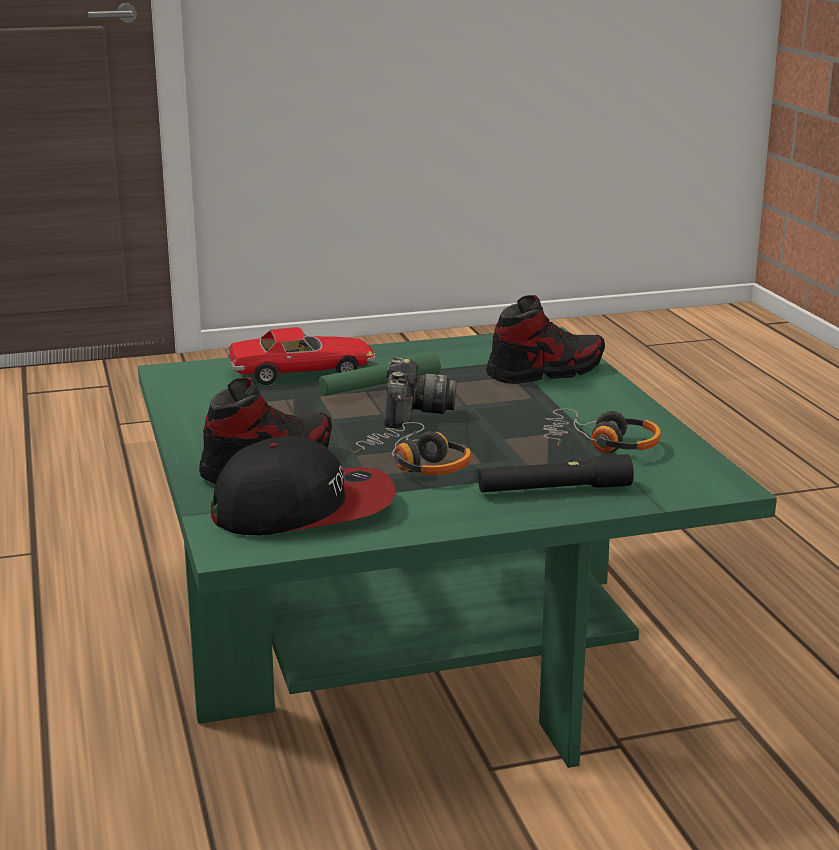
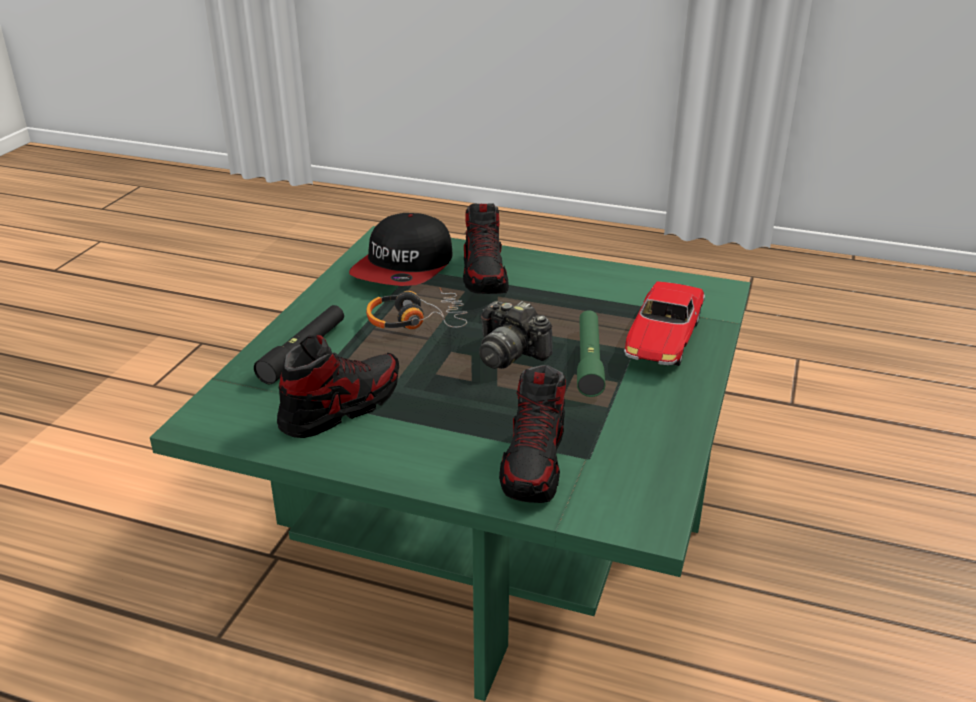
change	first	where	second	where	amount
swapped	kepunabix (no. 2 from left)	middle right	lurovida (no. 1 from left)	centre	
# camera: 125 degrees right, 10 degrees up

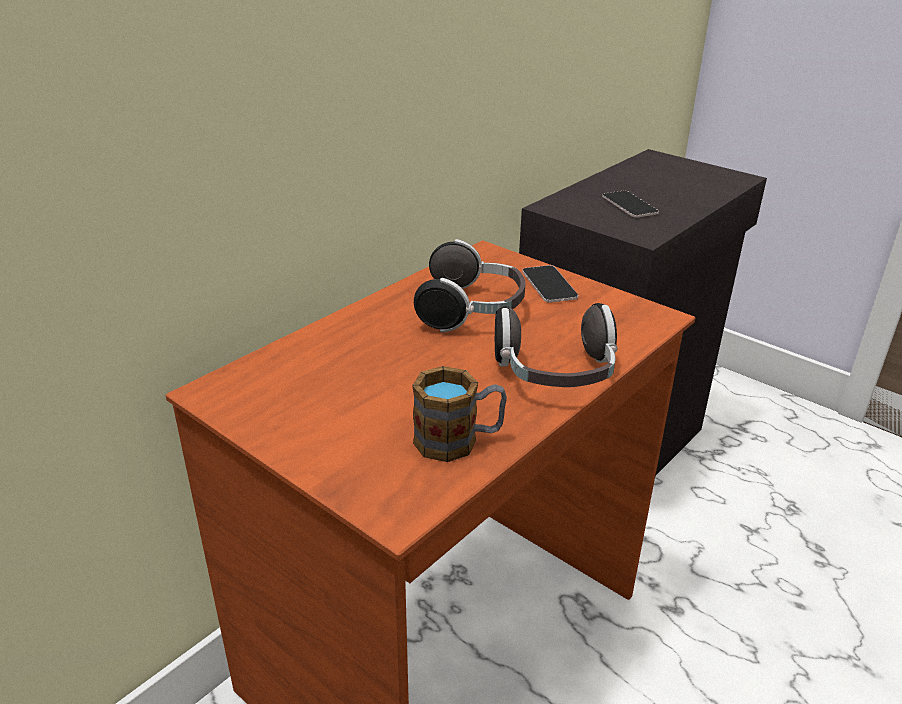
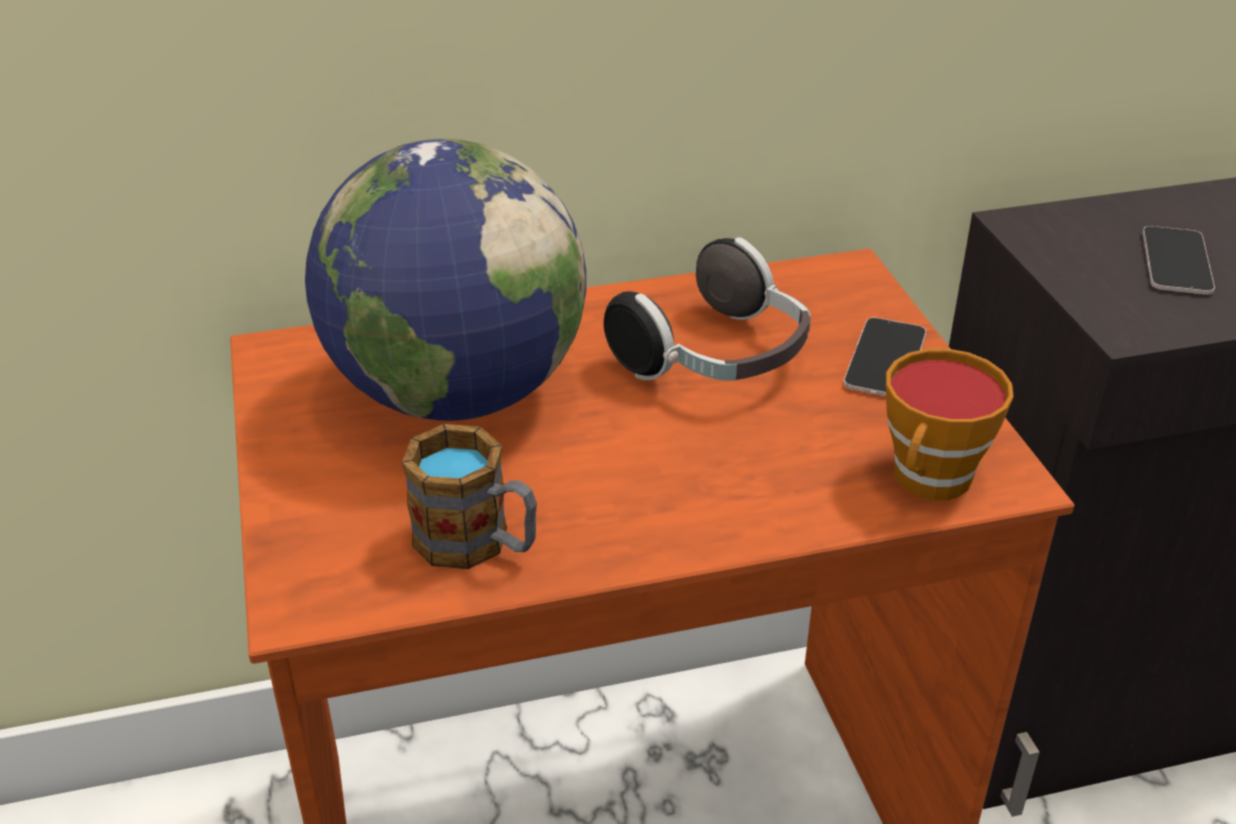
change	first	where	second	where	amount
gone	kepunabix (no. 2 from left)	centre			
new			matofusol	centre	
new			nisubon	middle right	
# camera: 35 degrees right, 5 degrees up

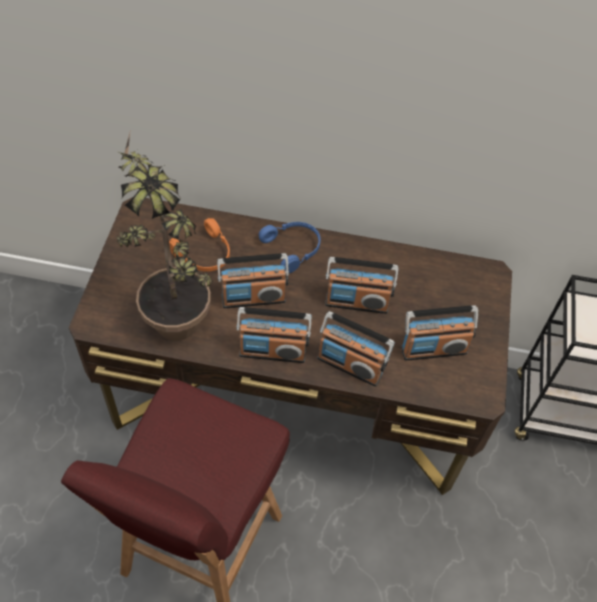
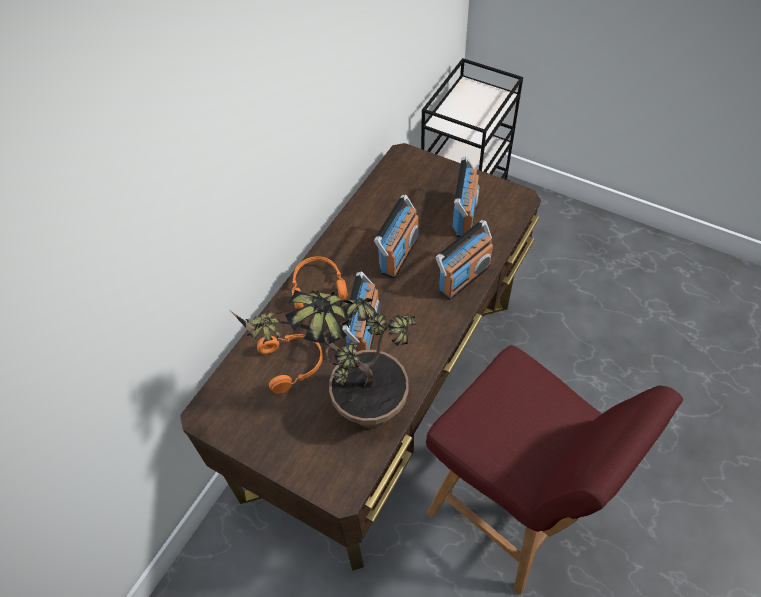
change	first	where	second	where	amount
gone	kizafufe (no. 2 from left)	centre			
repainted	blue kepunabix	centre	orange kepunabix (no. 2 from left)	centre	
# camera: 65 degrees left, 0 degrees up

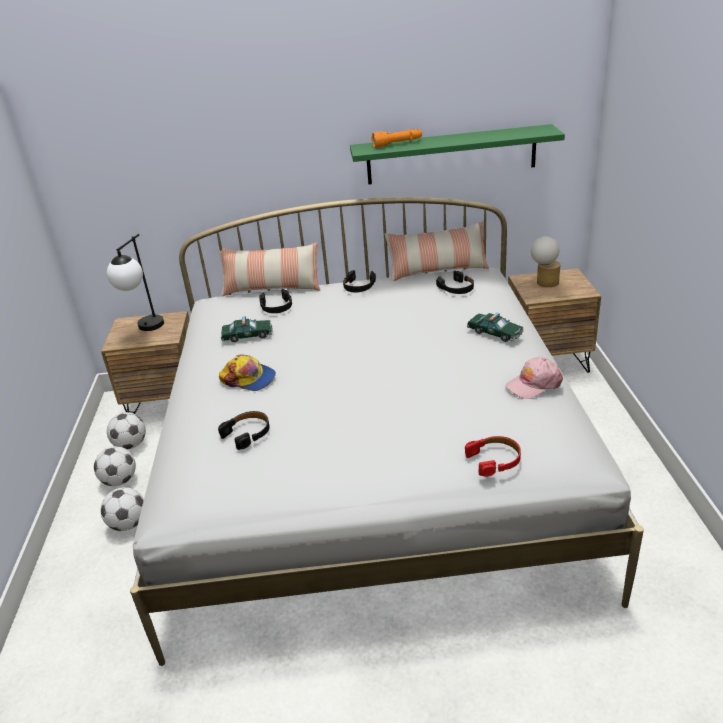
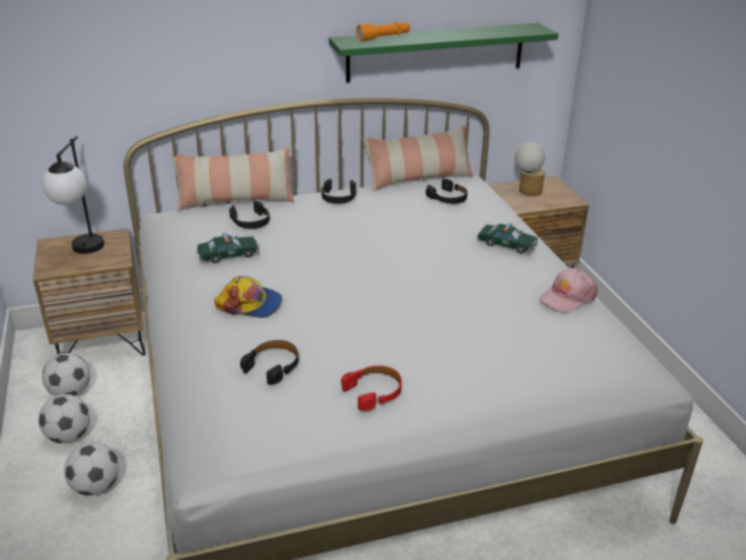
change	first	where	second	where	amount
shifted	red kepunabix	middle right		bottom centre	
# camera: 15 degrees left, 0 degrees up

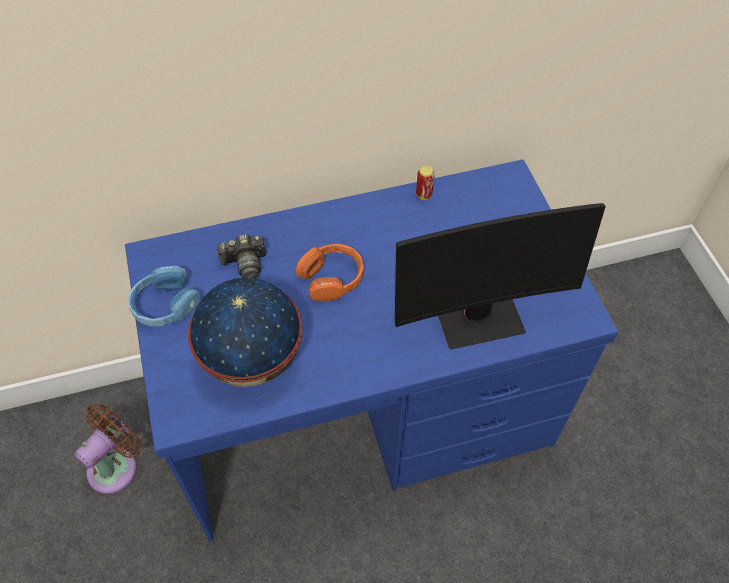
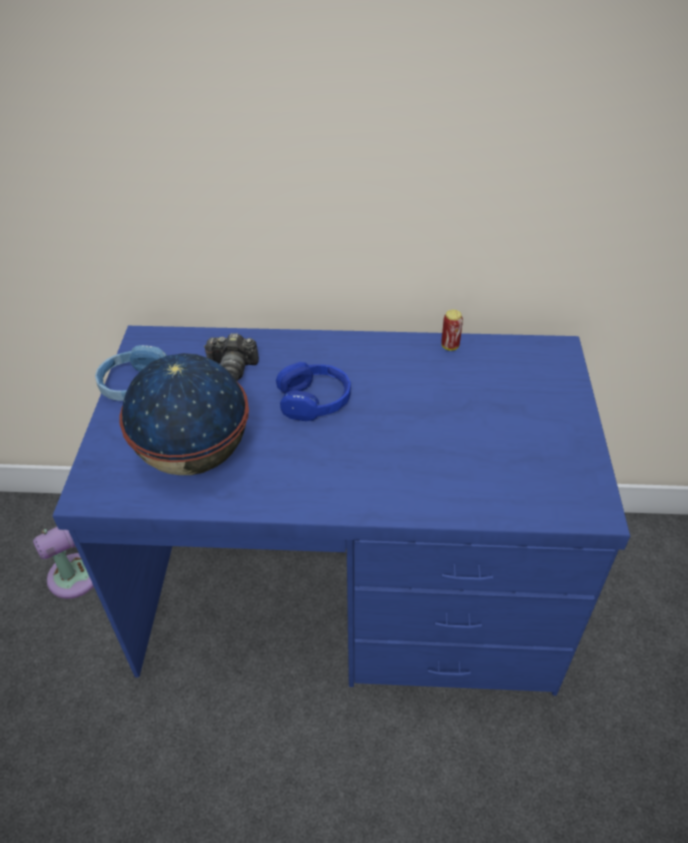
change	first	where	second	where	amount
gone	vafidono	middle right			
repainted	orange kepunabix	centre	blue kepunabix (no. 2 from left)	centre	
# camera: 20 degrees right, 10 degrees down

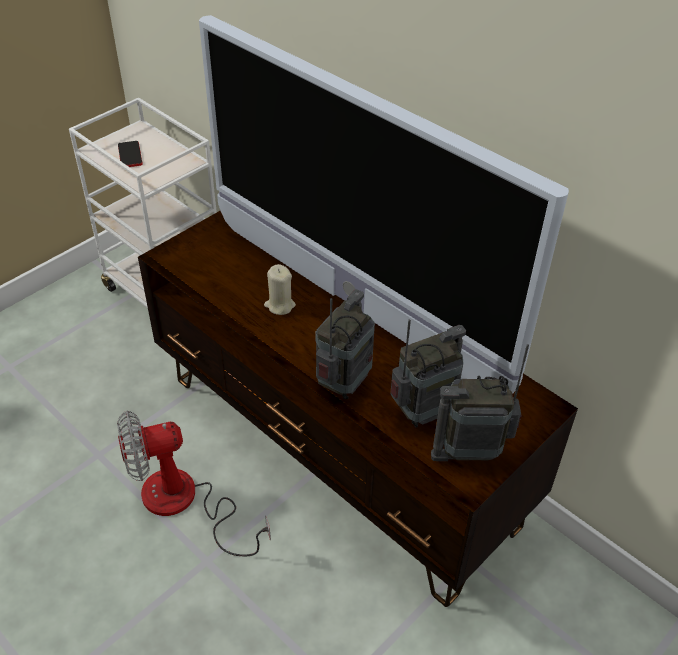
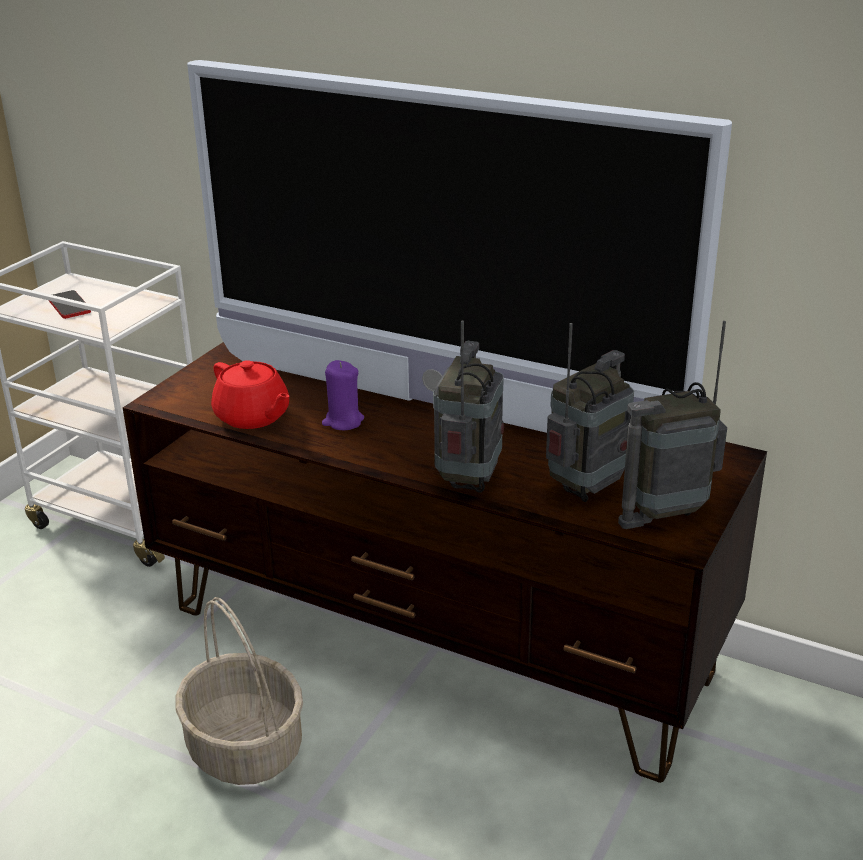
change	first	where	second	where	amount
new			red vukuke	middle left	
swapped	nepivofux	bottom left	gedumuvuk	bottom left	
repainted	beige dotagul	centre	purple dotagul	centre	
# camera: 15 degrees left, 15 degrees down

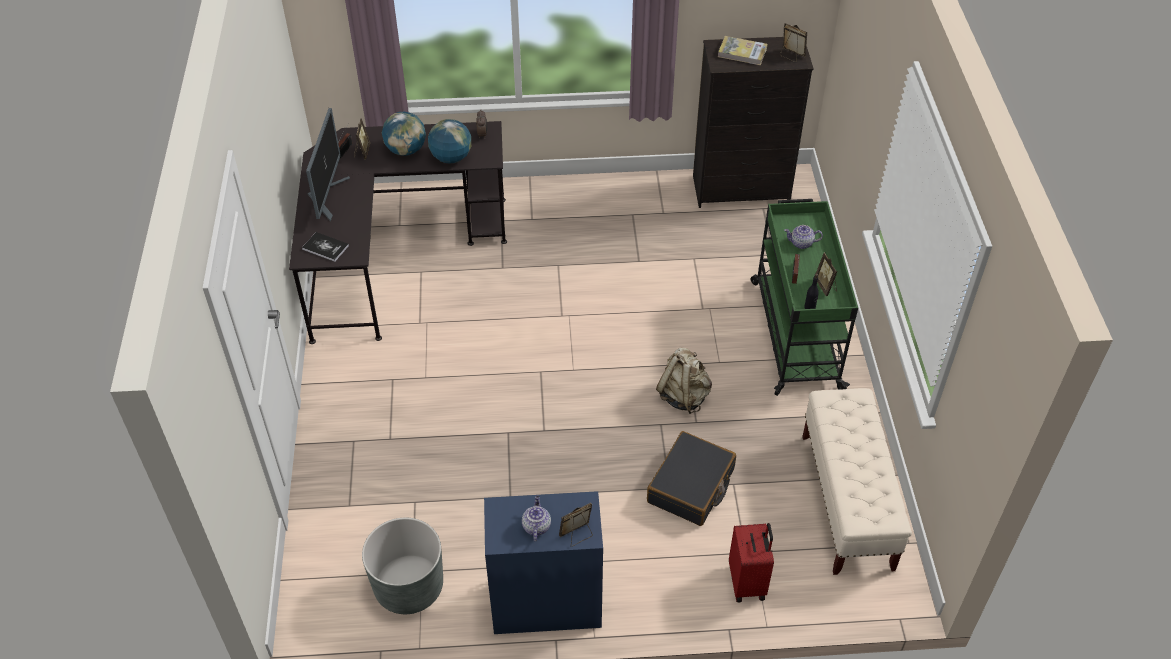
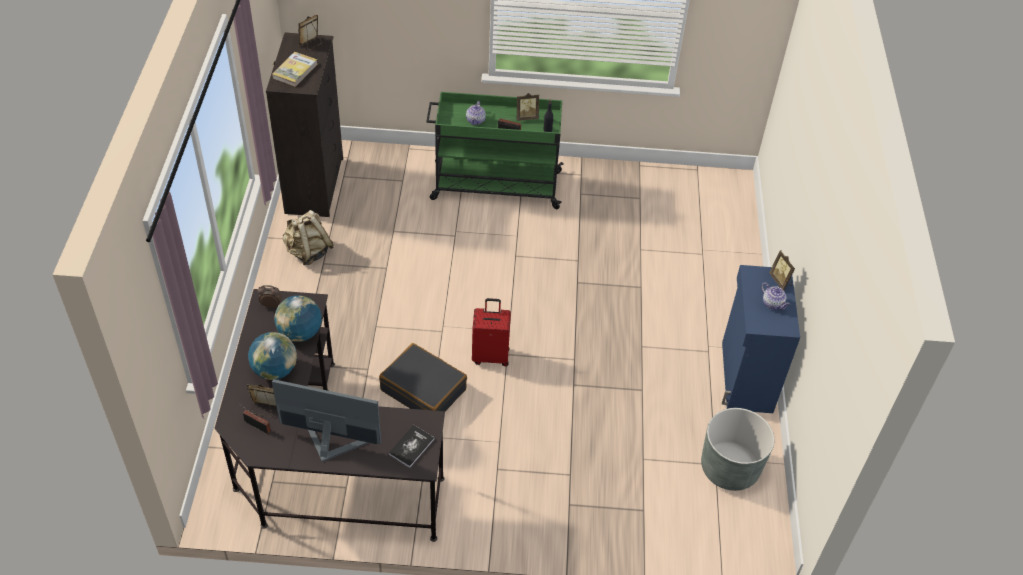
change	first	where	second	where	amount
gone	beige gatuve	bottom right			
shifted	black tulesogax	bottom centre		centre	
shifted	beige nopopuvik	centre		middle left	
shifted	red tulesogax	bottom centre		centre	
rotated	vukuke (no. 1 from left in the first image)	bottom centre	vukuke (no. 2 from left)	middle right	135 degrees counterclockwise
# camera: 85 degrees left, 0 degrees up

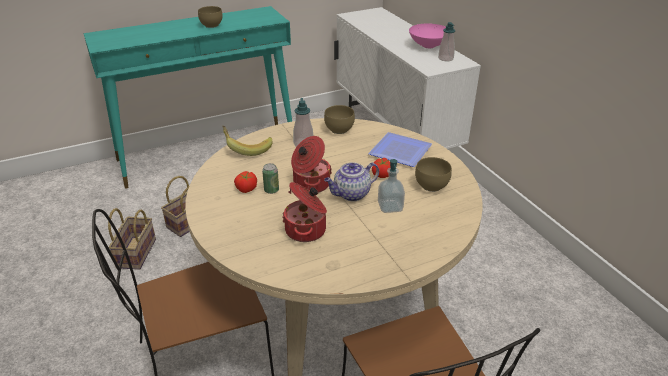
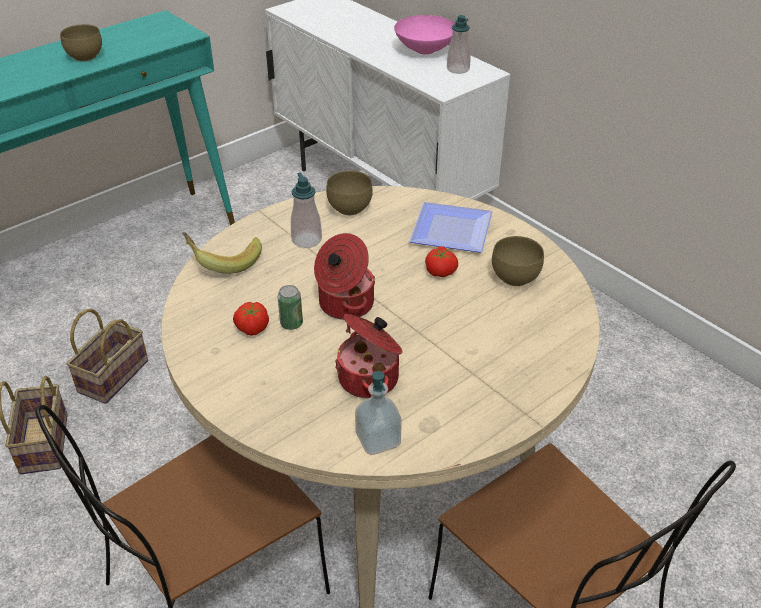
change	first	where	second	where	amount
gone	vukuke	centre			
shifted	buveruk (no. 2 from left)	centre		bottom centre	
# camera: 15 degrees left, 5 degrees up

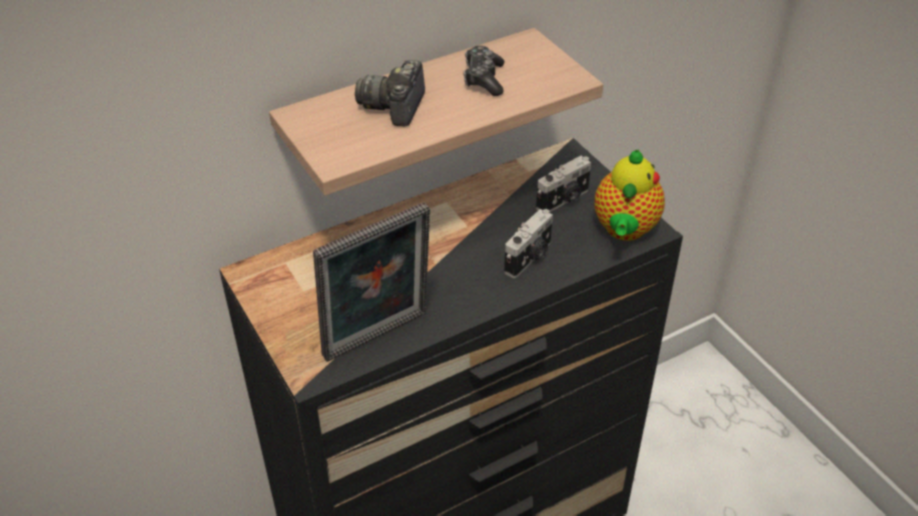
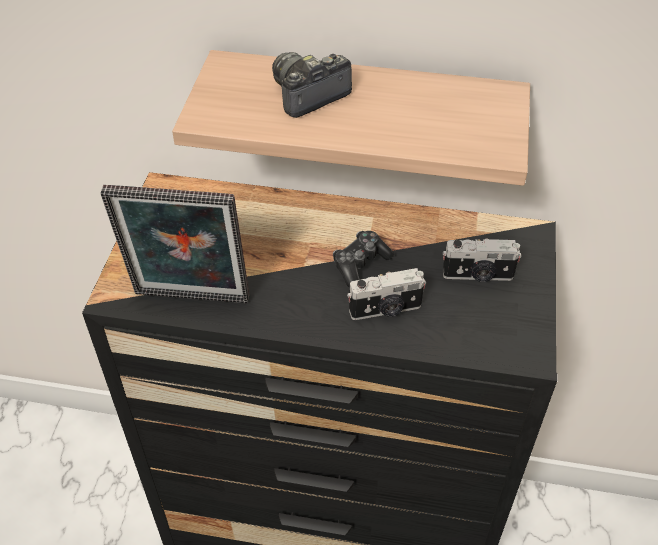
change	first	where	second	where	amount
gone	vukuke	middle right			
shifted	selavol	top centre		centre	
# camera: 40 degrees right, 5 degrees up

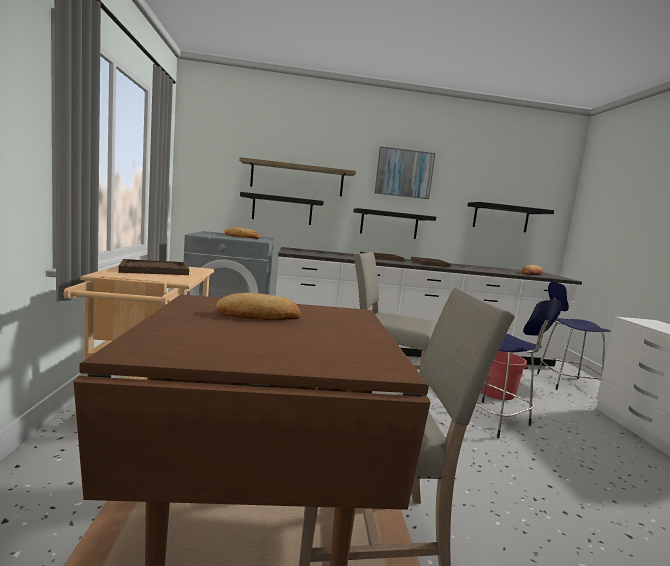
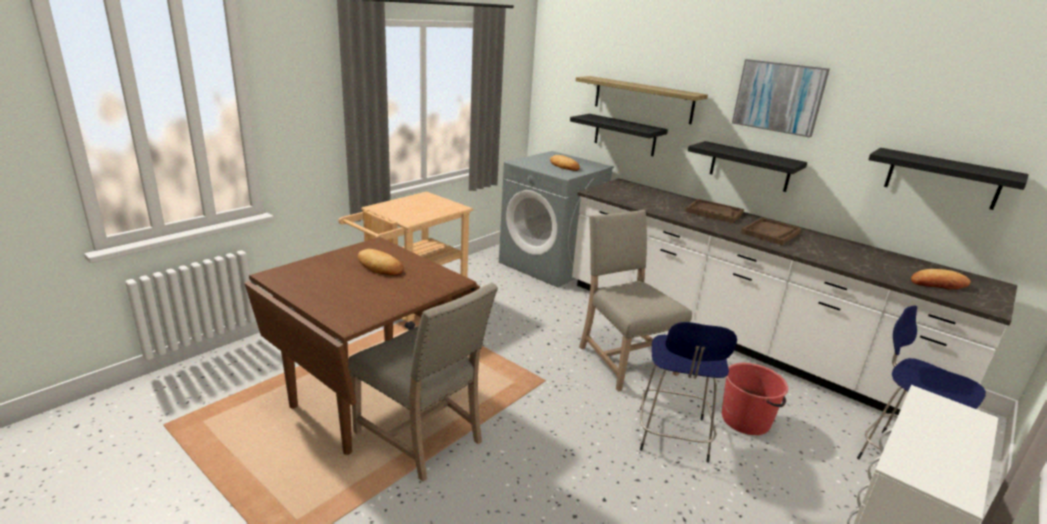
change	first	where	second	where	amount
gone	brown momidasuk (no. 1 from left)	middle left			
# camera: 45 degrees right, 15 degrees up

